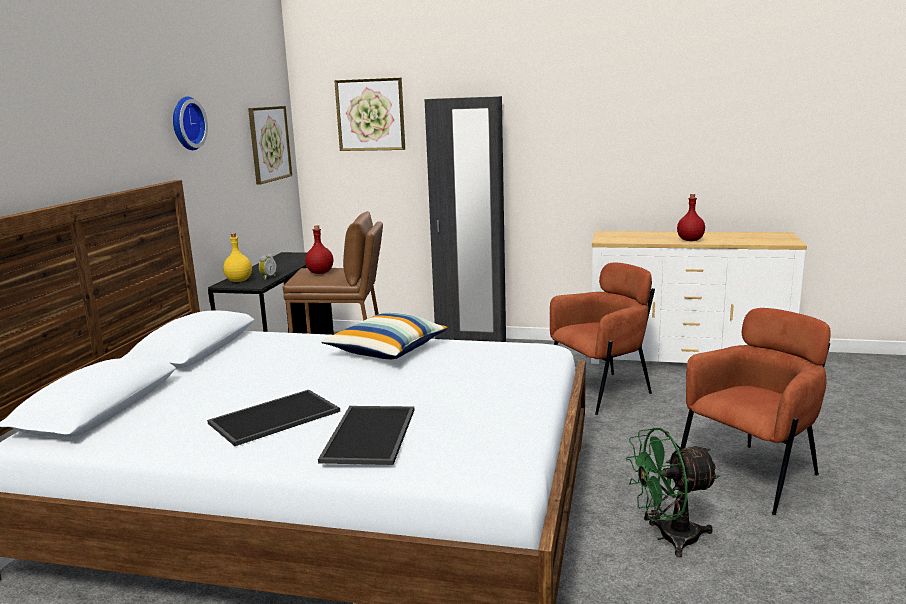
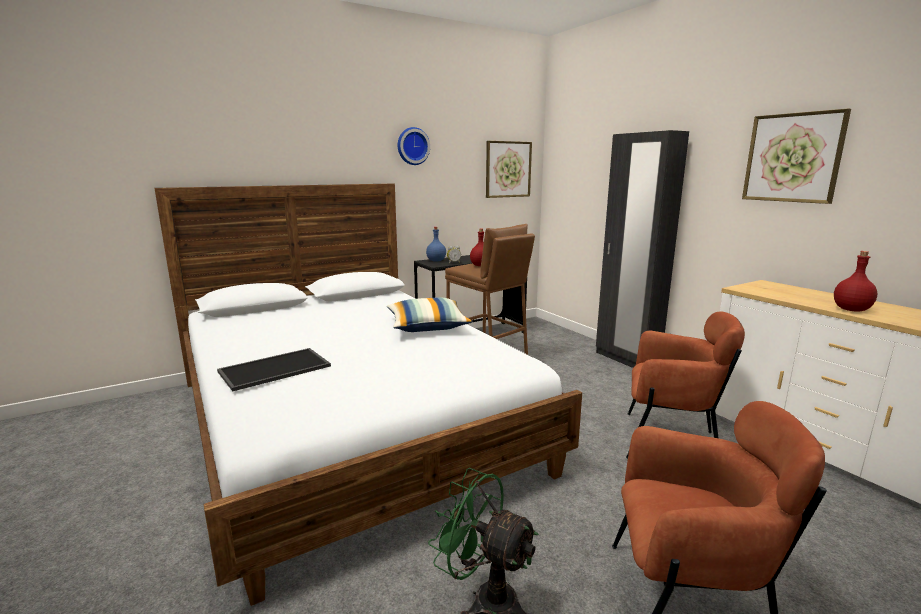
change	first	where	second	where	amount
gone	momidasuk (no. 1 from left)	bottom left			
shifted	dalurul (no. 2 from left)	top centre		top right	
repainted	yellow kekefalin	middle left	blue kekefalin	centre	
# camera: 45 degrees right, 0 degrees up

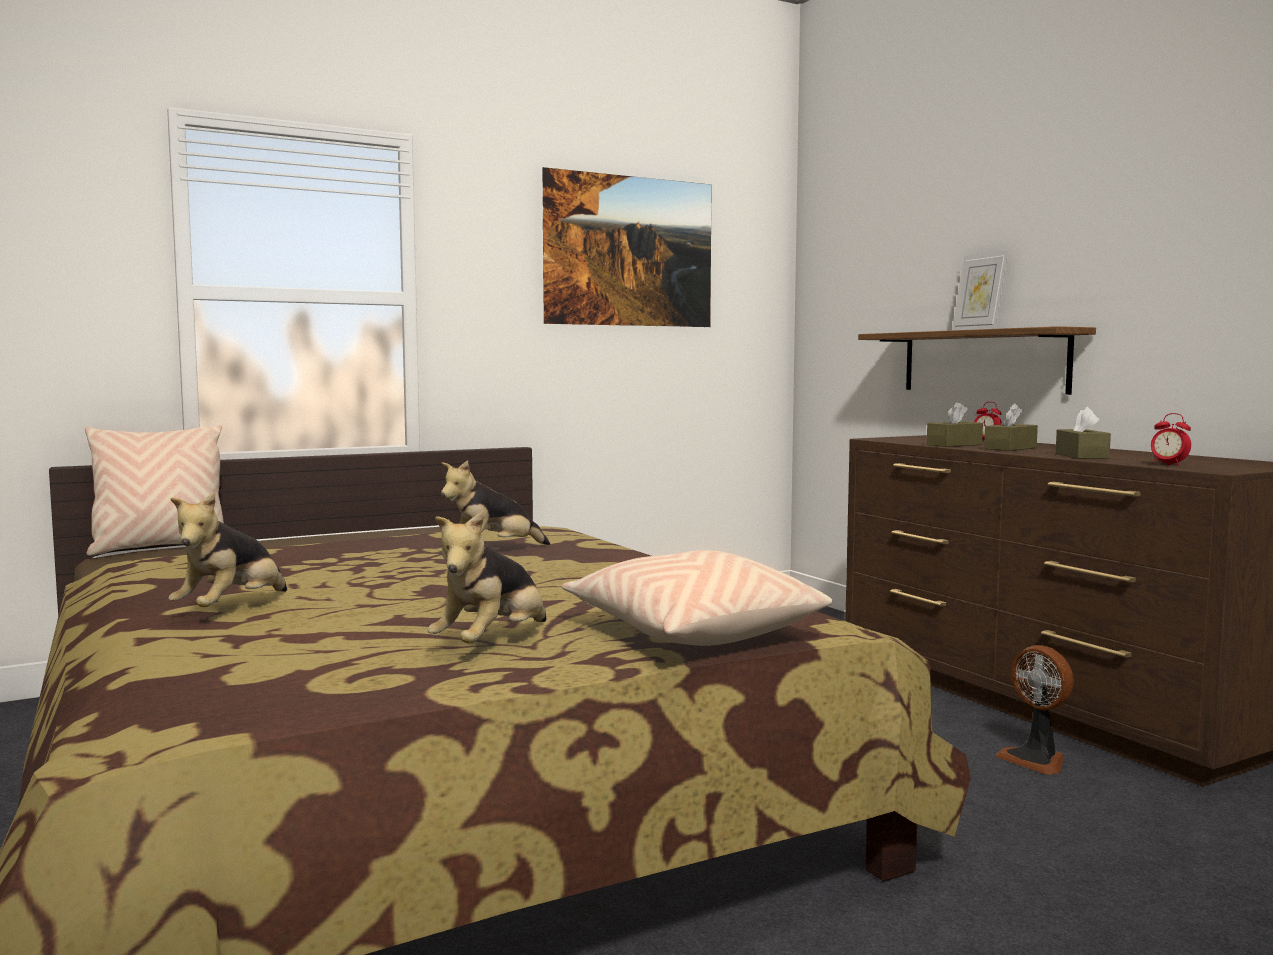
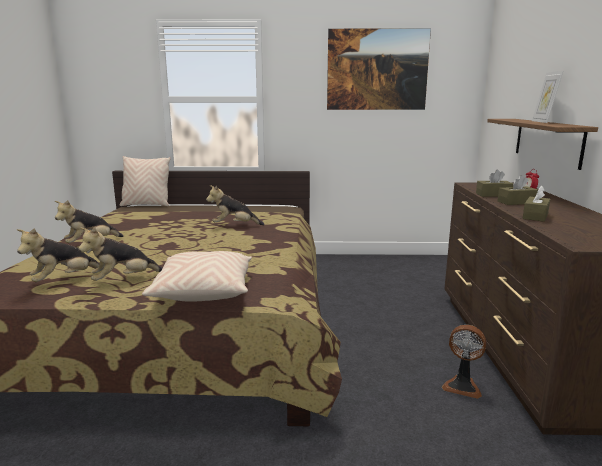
change	first	where	second	where	amount
gone	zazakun (no. 2 from left)	middle right			
new			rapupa (no. 1 from left)	middle left	
rotated	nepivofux	bottom right		bottom right	60 degrees counterclockwise
# camera: 30 degrees right, 10 degrees up

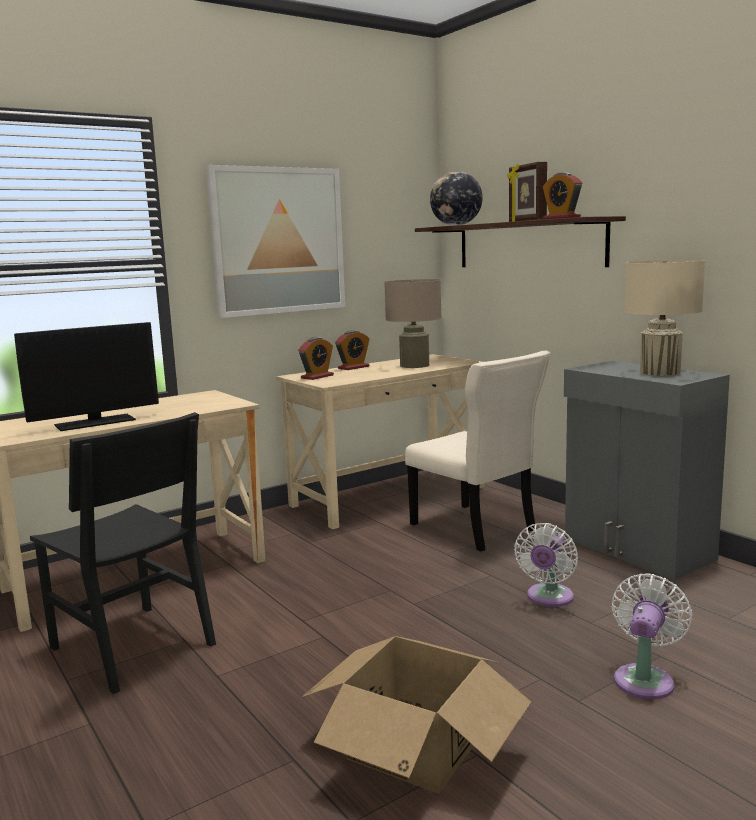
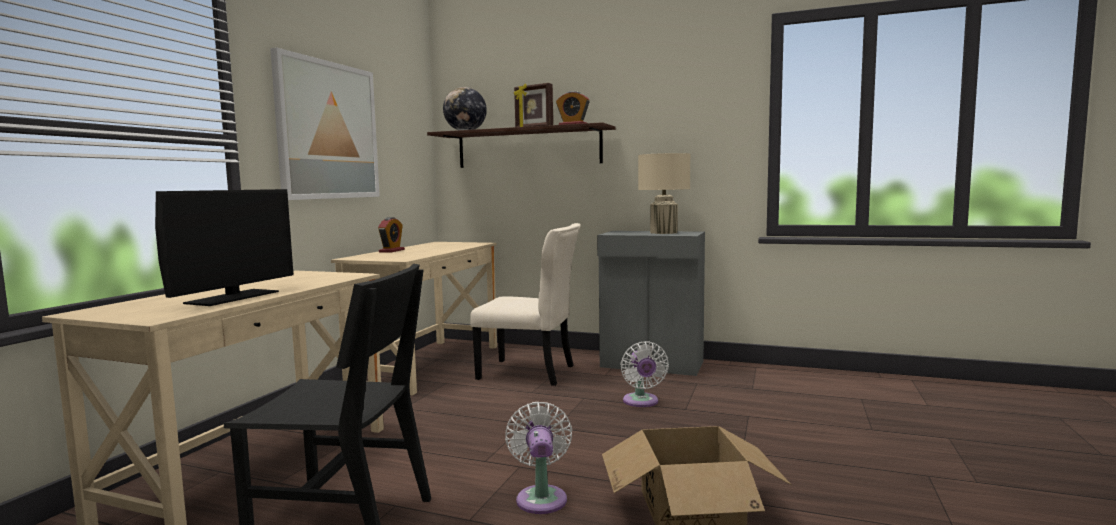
change	first	where	second	where	amount
gone	zazakun (no. 1 from left)	centre			
gone	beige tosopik (no. 1 from left)	centre			
shifted	white nepivofux (no. 2 from left in the first image)	bottom right	white nepivofux (no. 1 from left)	bottom centre	
# camera: 35 degrees left, 5 degrees down

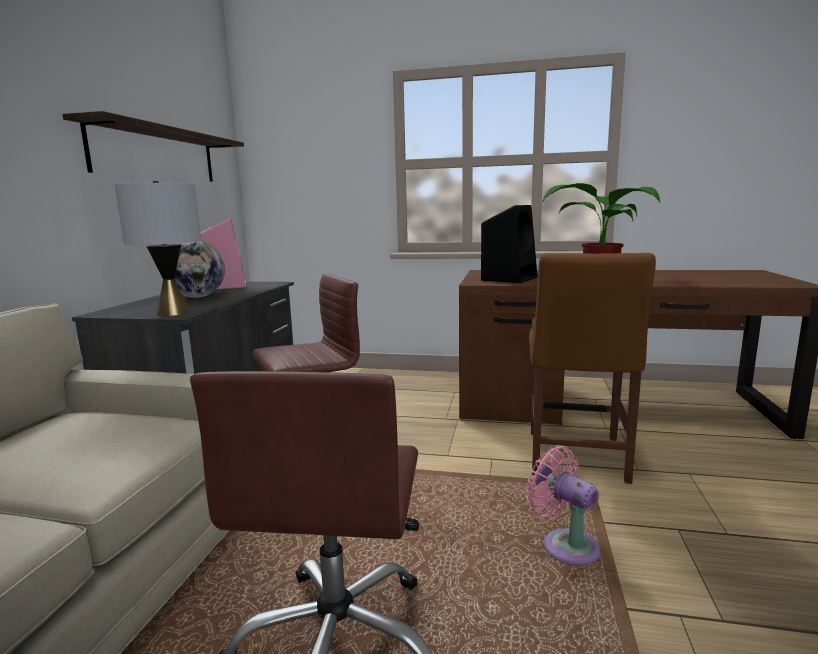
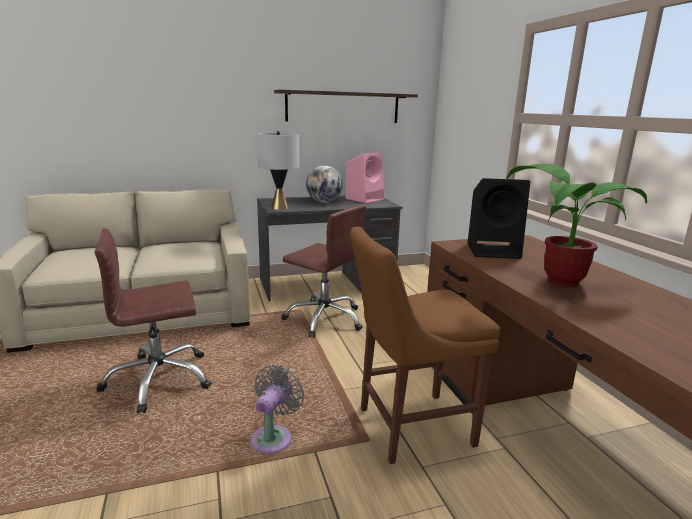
change	first	where	second	where	amount
repainted	pink nepivofux	bottom right	grey nepivofux	bottom centre	
# camera: 60 degrees right, 5 degrees up

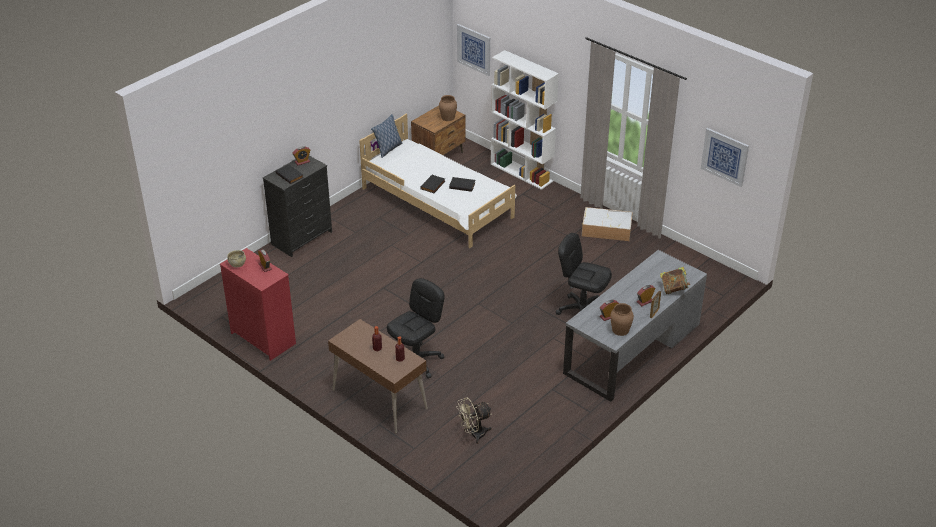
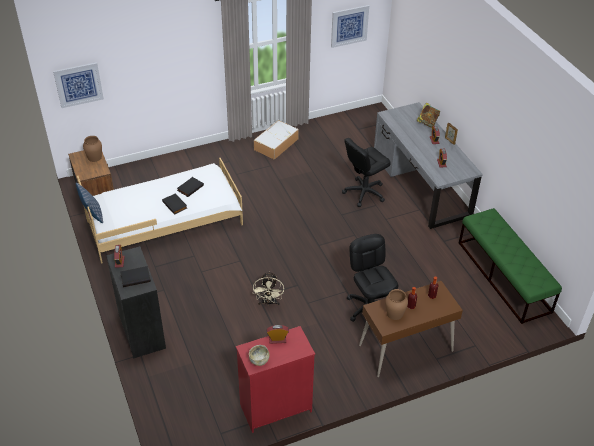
change	first	where	second	where	amount
gone	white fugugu	top centre			
new			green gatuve	middle right	
shifted	beige nepivofux	bottom centre		centre	
shifted	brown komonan (no. 2 from left)	centre		bottom right	
# camera: 65 degrees left, 5 degrees up

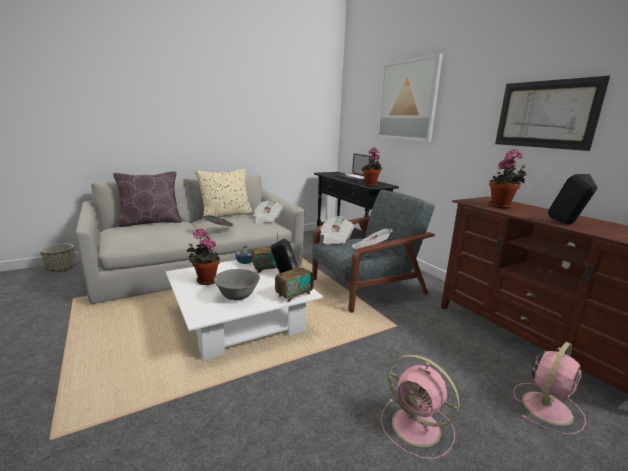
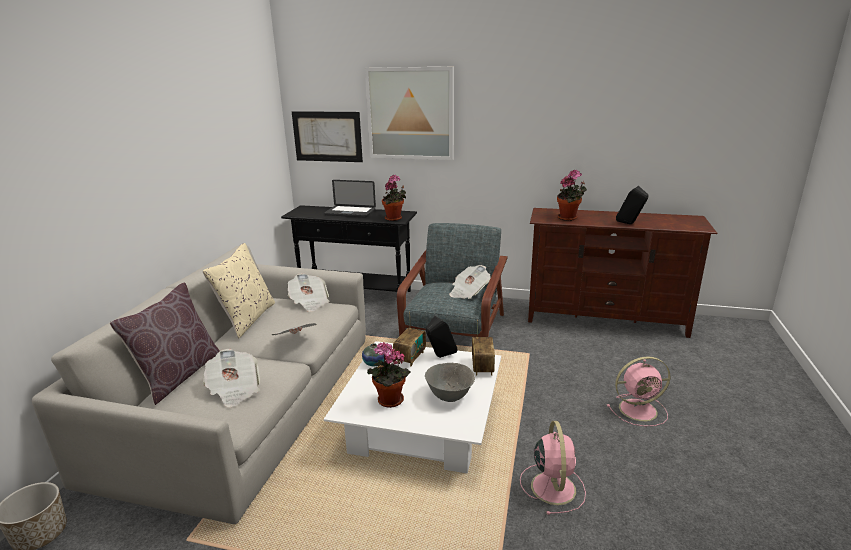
change	first	where	second	where	amount
shifted	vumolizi (no. 3 from left in the first image)	centre	vumolizi (no. 1 from left)	bottom left	
shifted	dalurul (no. 2 from left in the first image)	top right	dalurul (no. 1 from left)	top centre	
shifted	pink nepivofux (no. 2 from left in the first image)	bottom right	pink nepivofux (no. 1 from left)	bottom centre	
# camera: 45 degrees left, 5 degrees up

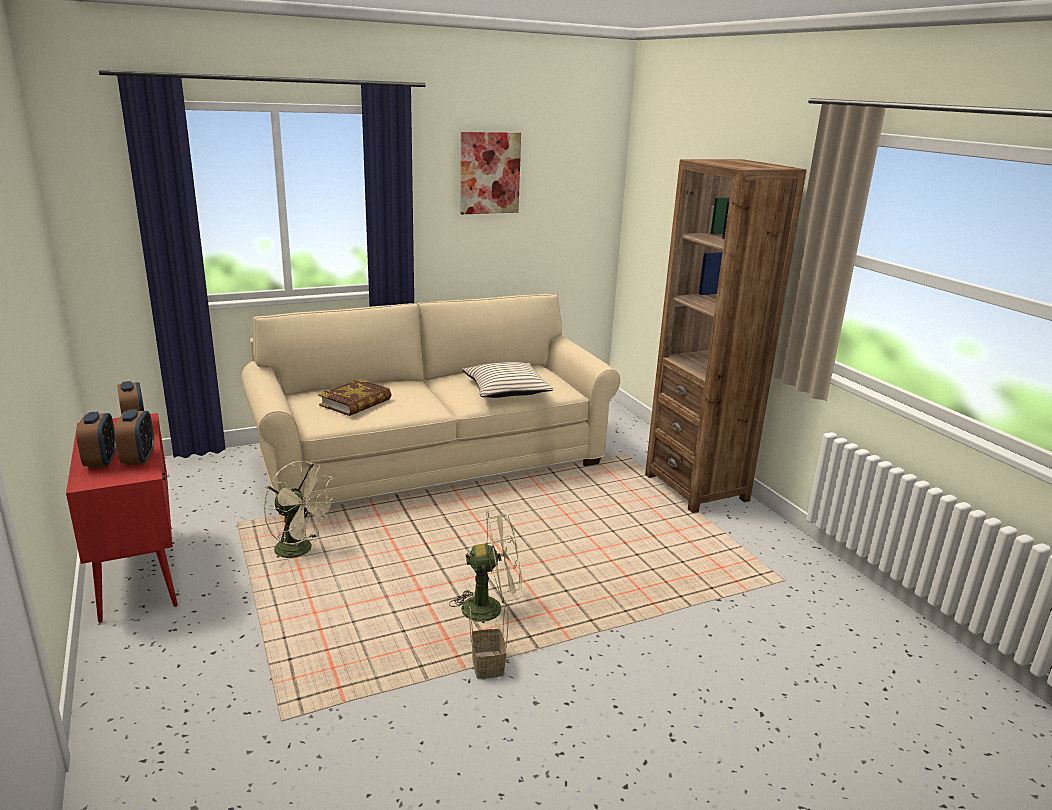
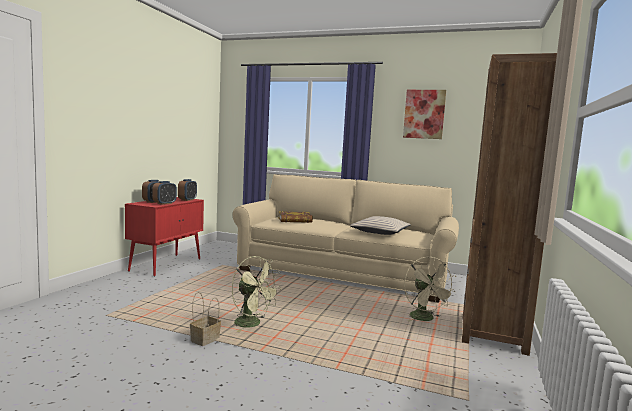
change	first	where	second	where	amount
shifted	beige nepivofux	middle left		bottom right	
# camera: 45 degrees right, 15 degrees down

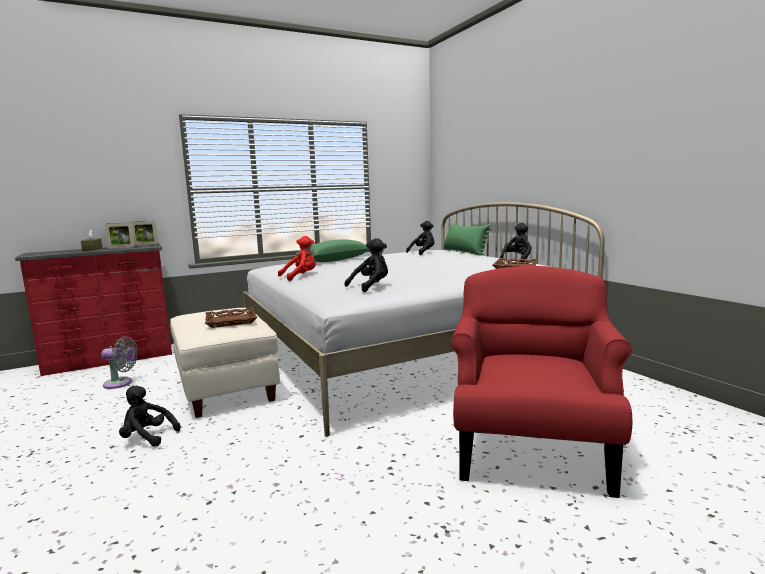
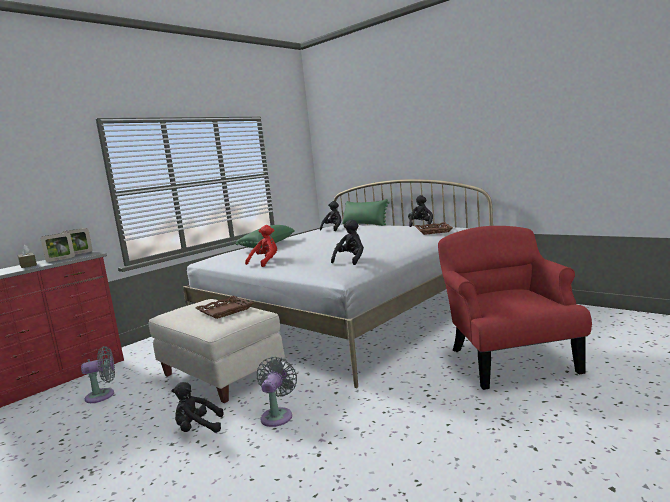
change	first	where	second	where	amount
new			grey nepivofux (no. 2 from left)	bottom centre	
# camera: 20 degrees left, 0 degrees up

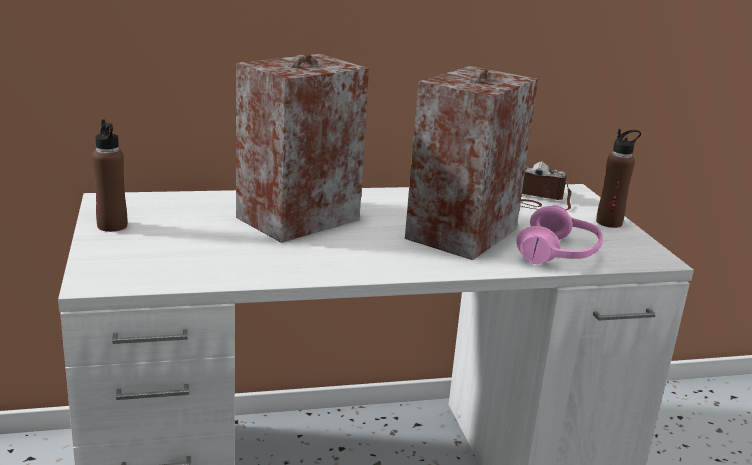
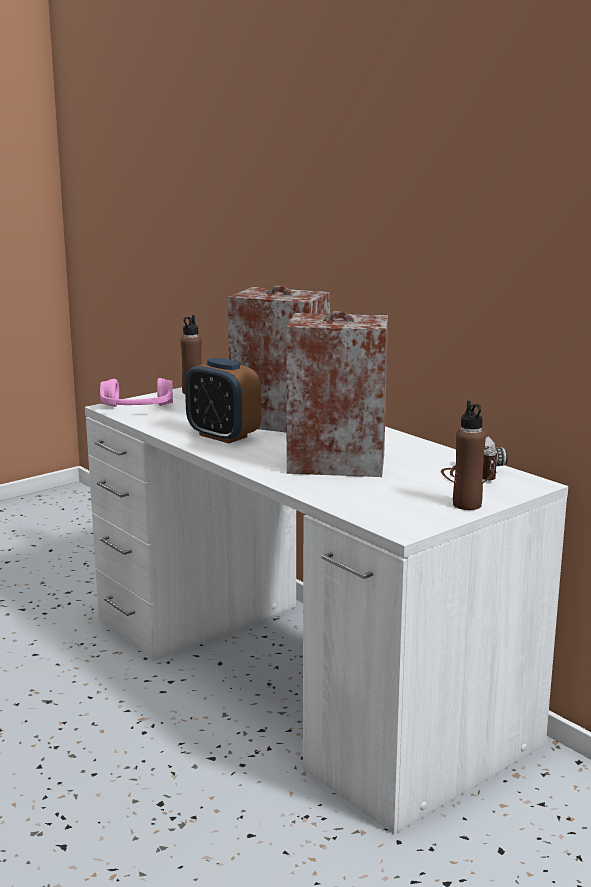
change	first	where	second	where	amount
new			zazakun	centre	
shifted	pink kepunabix	middle right		middle left	
# camera: 65 degrees right, 5 degrees down

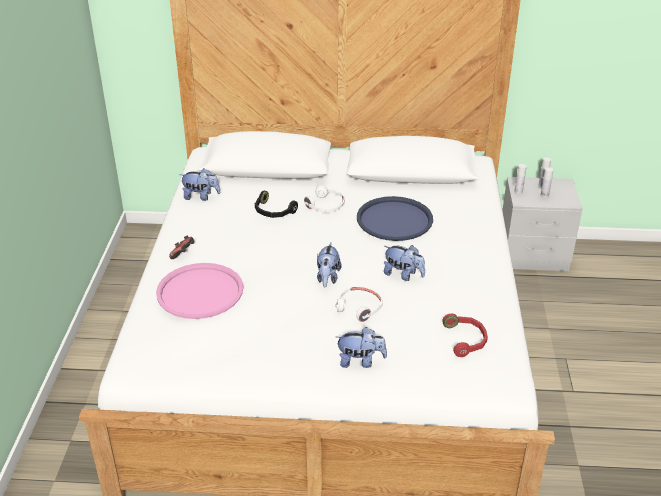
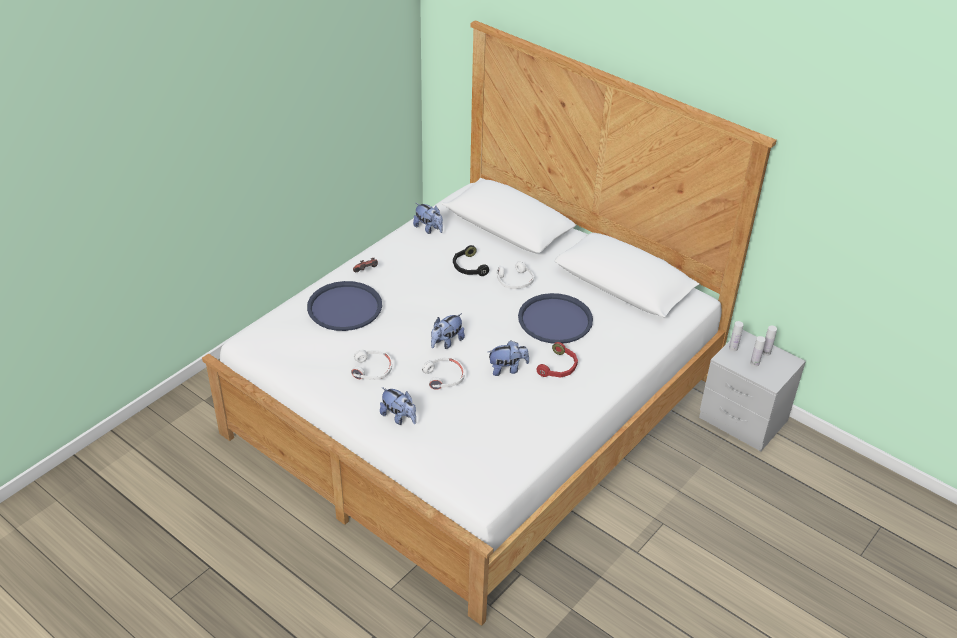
change	first	where	second	where	amount
new			white kepunabix (no. 1 from left)	centre	
shifted	red kepunabix	bottom right		centre	
repainted	pink momidasuk	middle left	blue momidasuk (no. 1 from left)	centre	
rotated	rapupa (no. 4 from left)	centre		centre	75 degrees counterclockwise
# camera: 35 degrees right, 5 degrees up

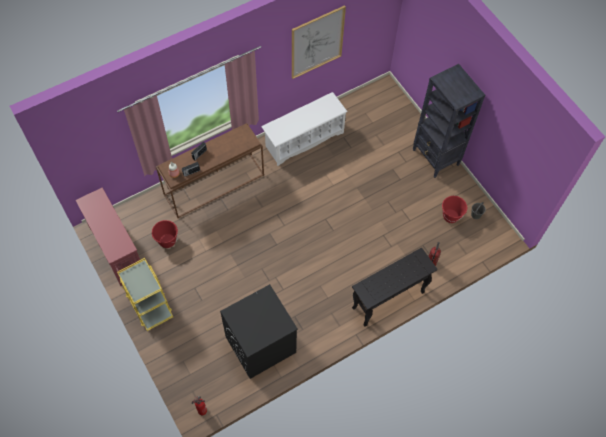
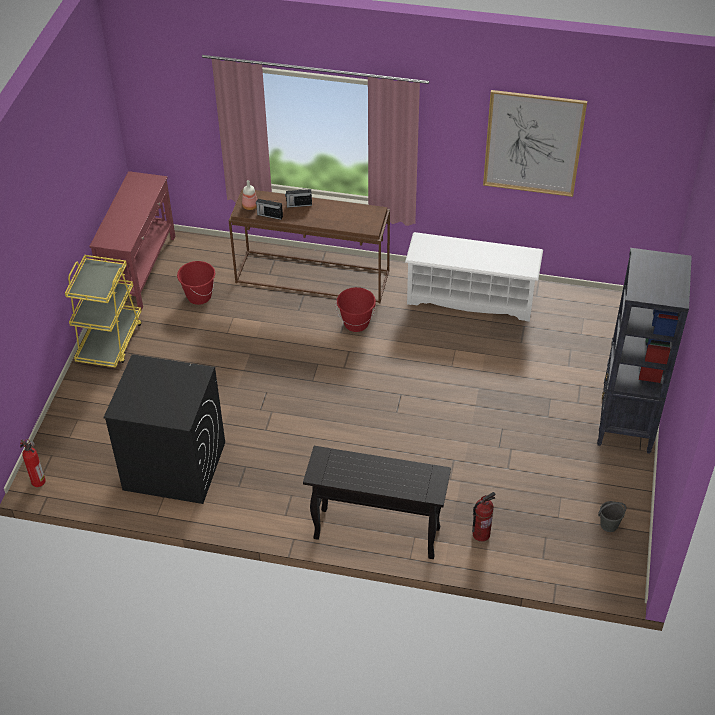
change	first	where	second	where	amount
shifted	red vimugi (no. 2 from left)	middle right		centre	
# camera: 45 degrees right, 15 degrees down

